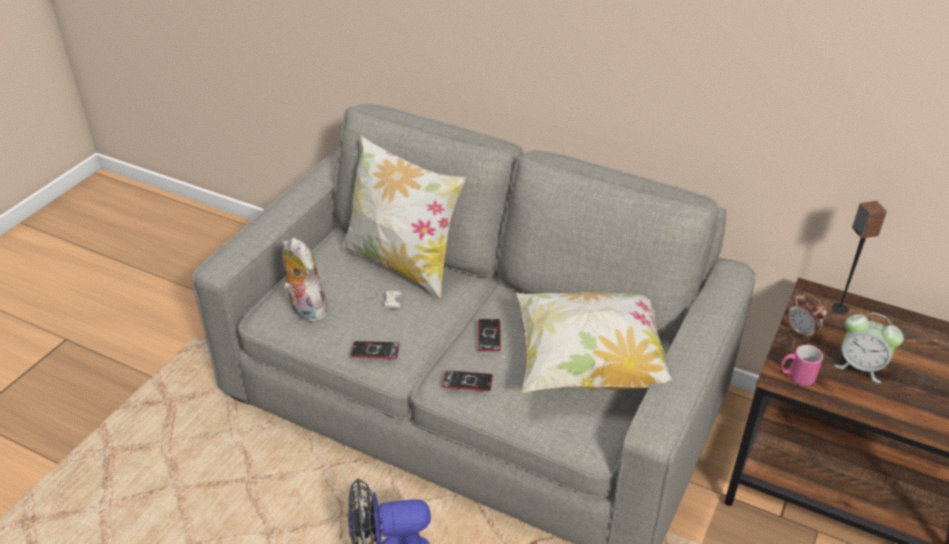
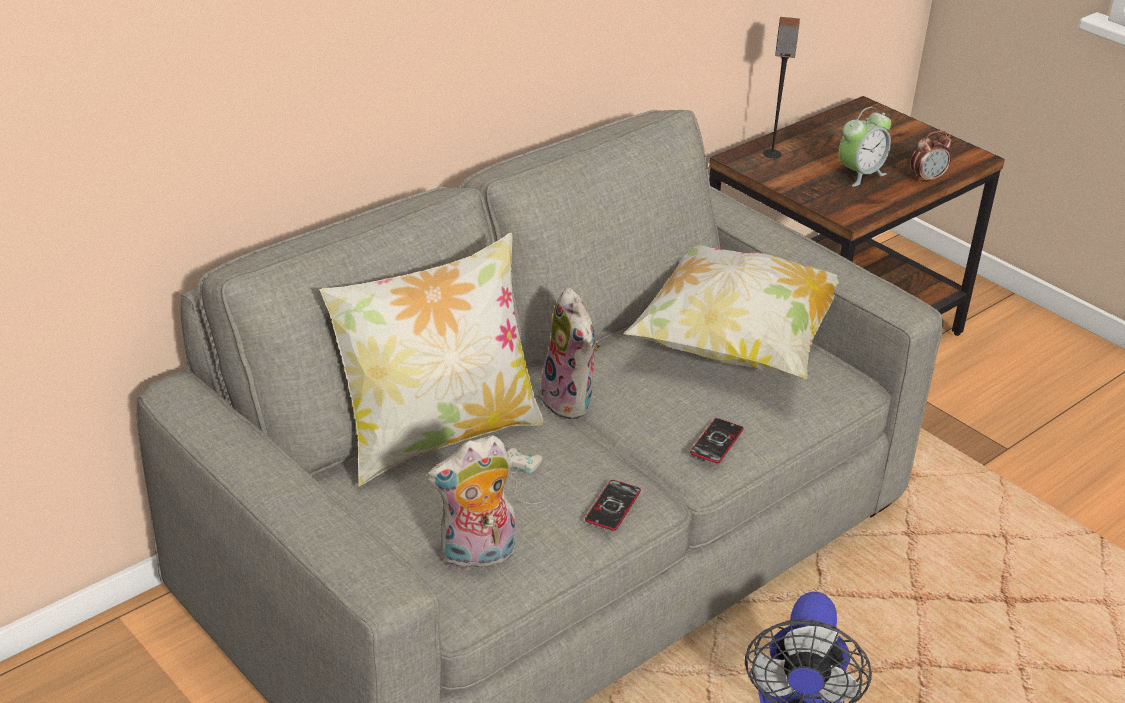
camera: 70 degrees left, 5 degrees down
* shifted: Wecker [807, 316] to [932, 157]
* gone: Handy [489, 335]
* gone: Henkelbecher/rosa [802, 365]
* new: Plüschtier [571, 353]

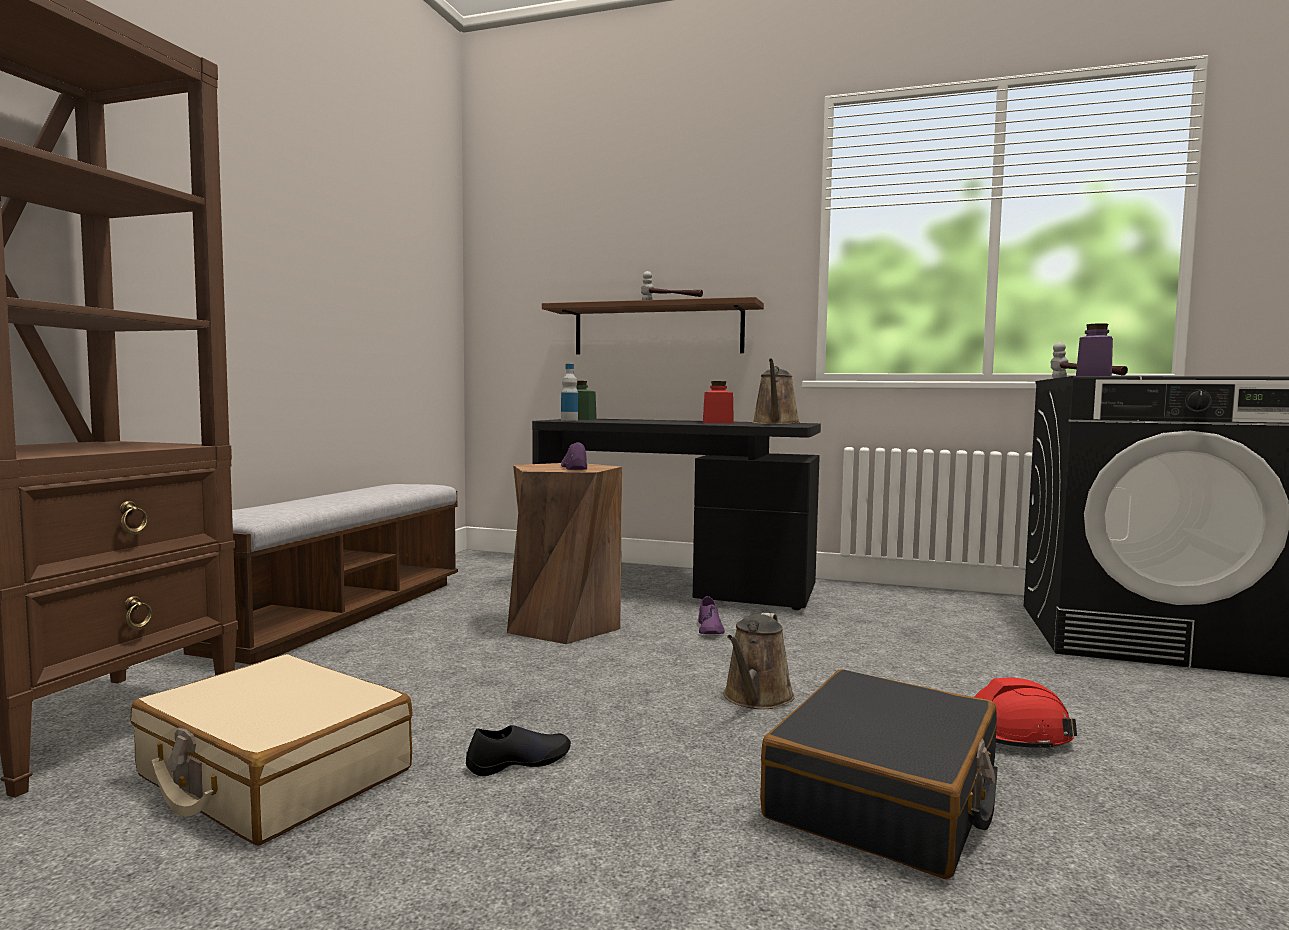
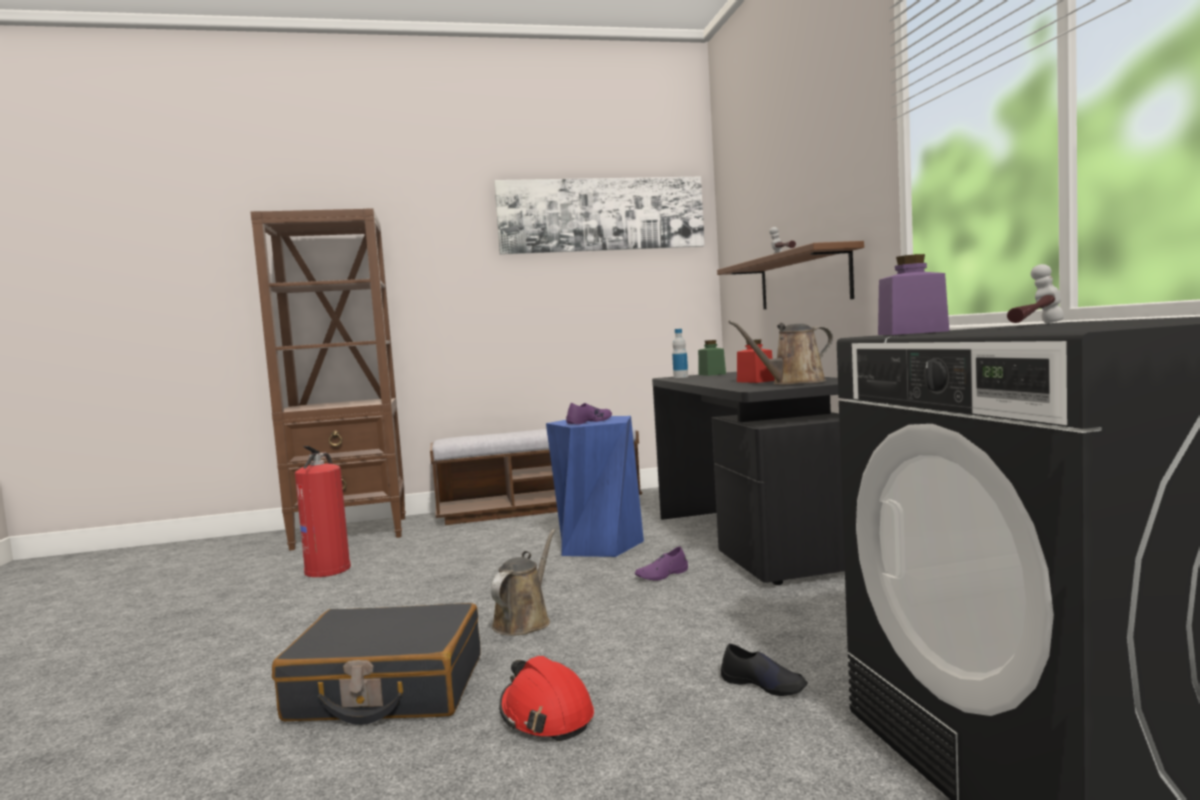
camera: 60 degrees right, 0 degrees up
* repainted: Hocker/braun [565, 553] to Hocker/blau [595, 486]
* rotated: Gießkanne/braun [759, 661] = [523, 582] 120 degrees clockwise
* swapped: Koffer/beige [271, 749] to Feuerlöscher [323, 511]
* shifted: Schuh/schwarz [518, 750] to [764, 669]
* new: Bild [599, 216]

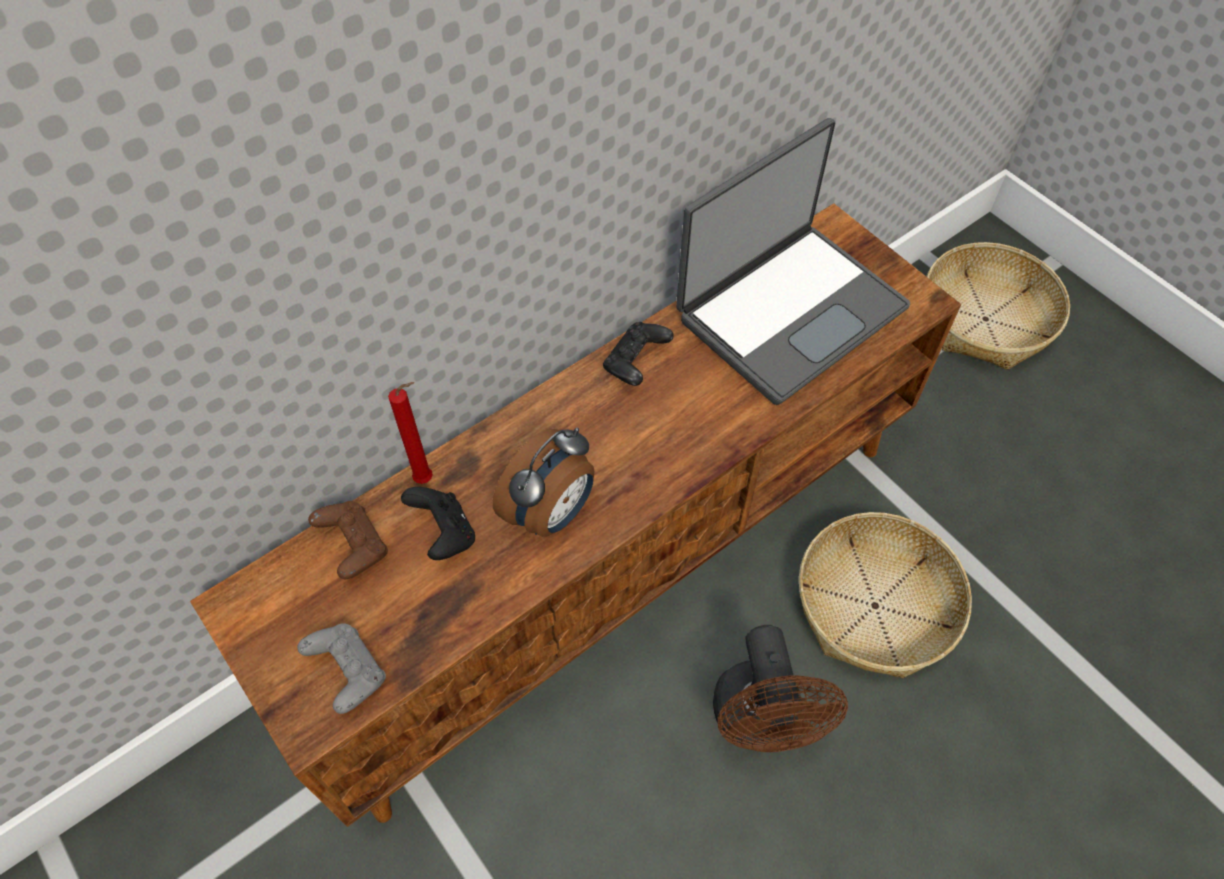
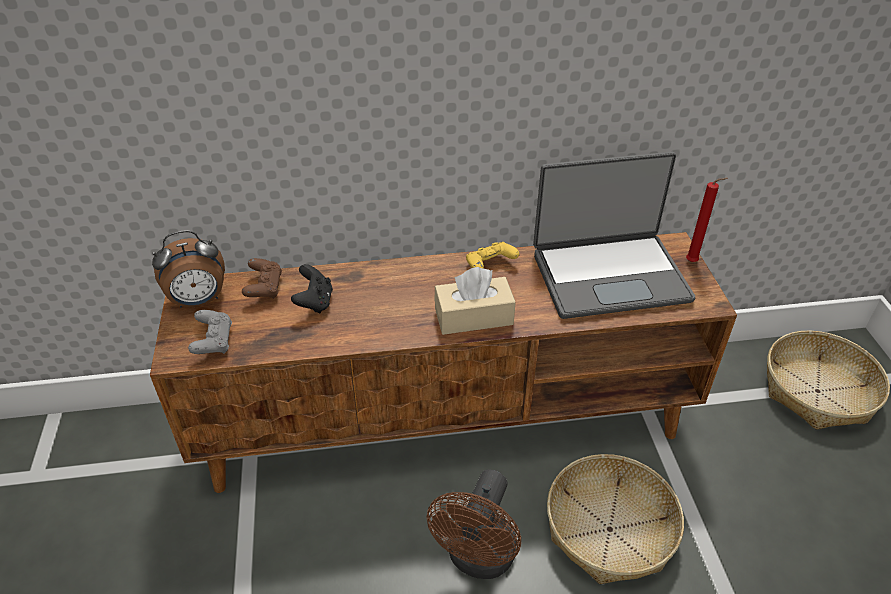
camera: 30 degrees right, 15 degrees down
* repainted: Gamepad/schwarz [638, 354] to Gamepad/gelb [492, 255]
* shifted: Kerze/rot [410, 433] to [707, 220]
* shifted: Wecker [543, 482] to [188, 268]
* new: Taschentuchbox/beige [475, 301]

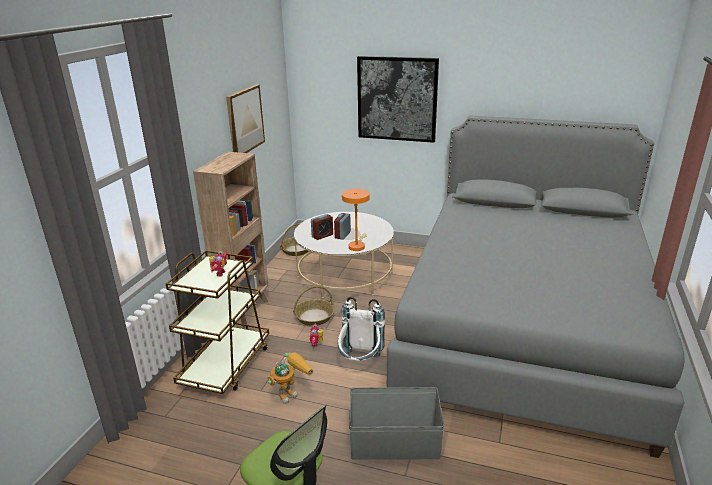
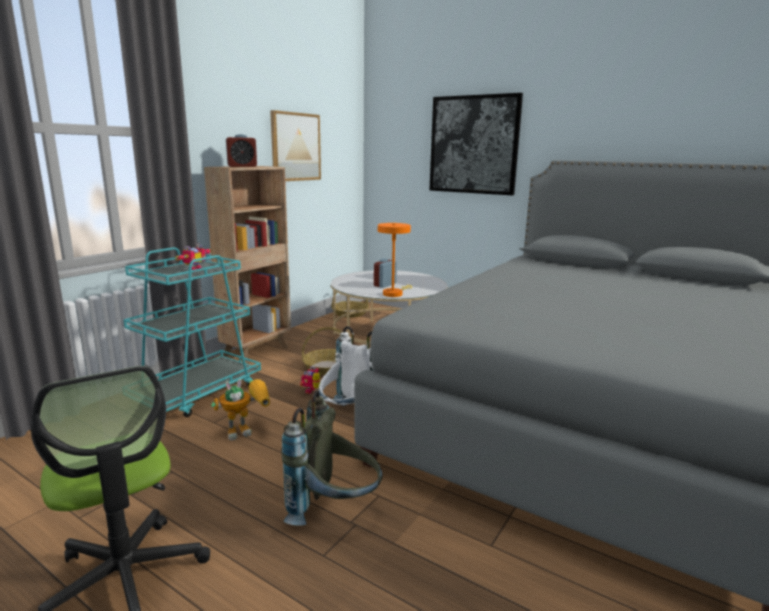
camera: 15 degrees right, 10 degrees down
* shifted: Wecker [322, 227] to [241, 150]
* repainted: Rollwagen/braun [217, 322] to Rollwagen/türkis [192, 332]
* swapped: Aufbewahrungsbox/grau [396, 423] to Rucksack/grau [332, 458]

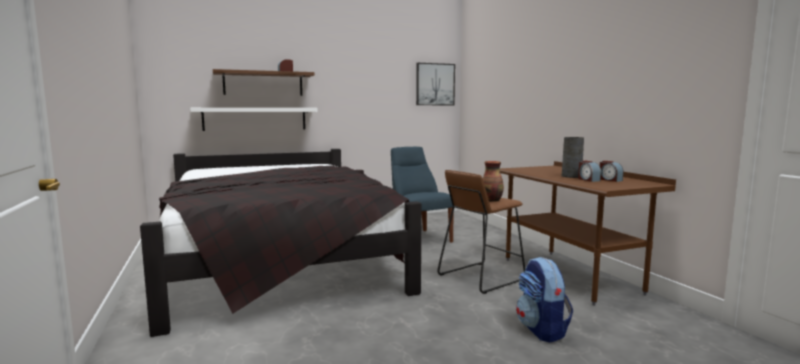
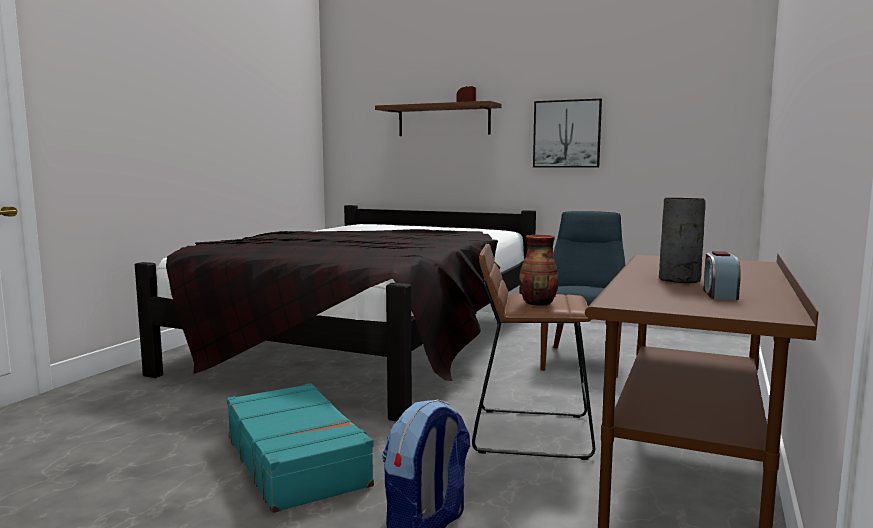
camera: 45 degrees right, 0 degrees up
* shifted: Bild [435, 84] to [567, 133]
* gone: Wandregal/weiß [254, 119]
* gone: Wecker [589, 171]
* new: Koffer/türkis [300, 448]

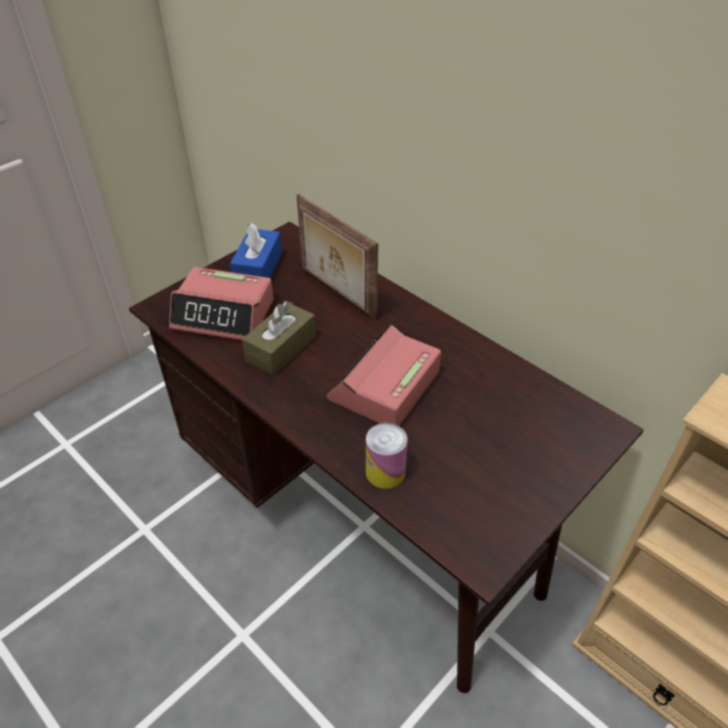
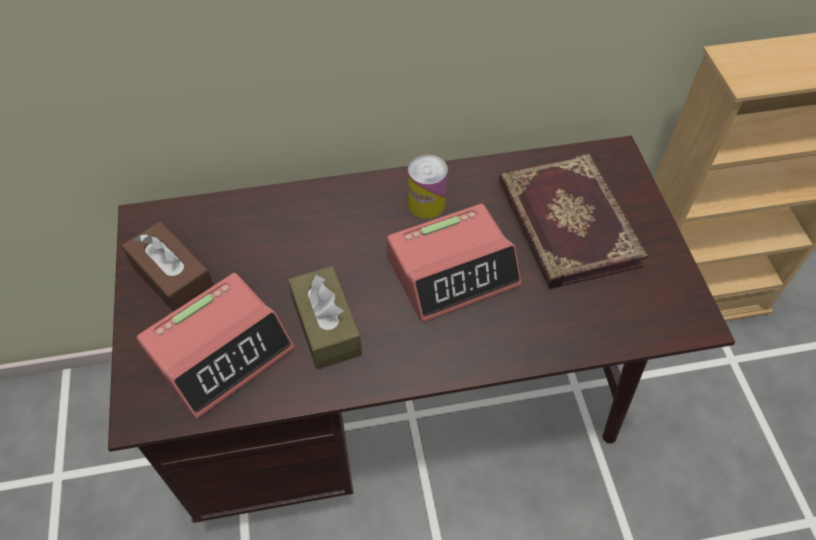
camera: 55 degrees left, 10 degrees up
* gone: Bilderrahmen [337, 257]
* repainted: Taschentuchbox/blau [256, 250] to Taschentuchbox/braun [168, 266]
* rotated: Wecker [384, 375] = [454, 263] 90 degrees counterclockwise
* shifted: Dose [387, 456] to [427, 187]
* new: Buch [573, 221]

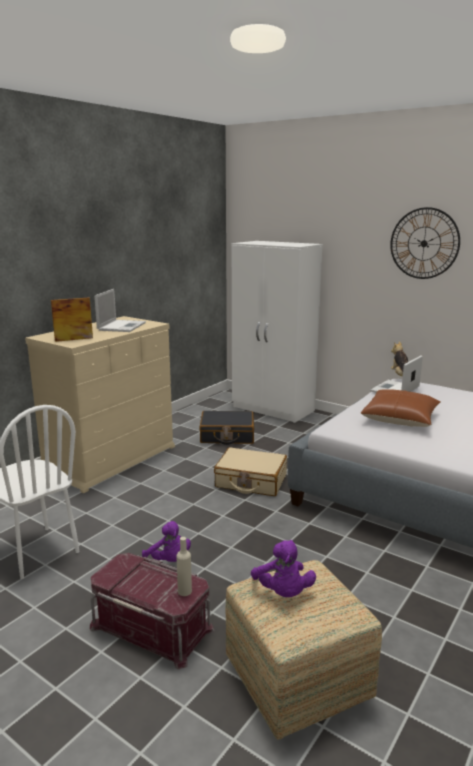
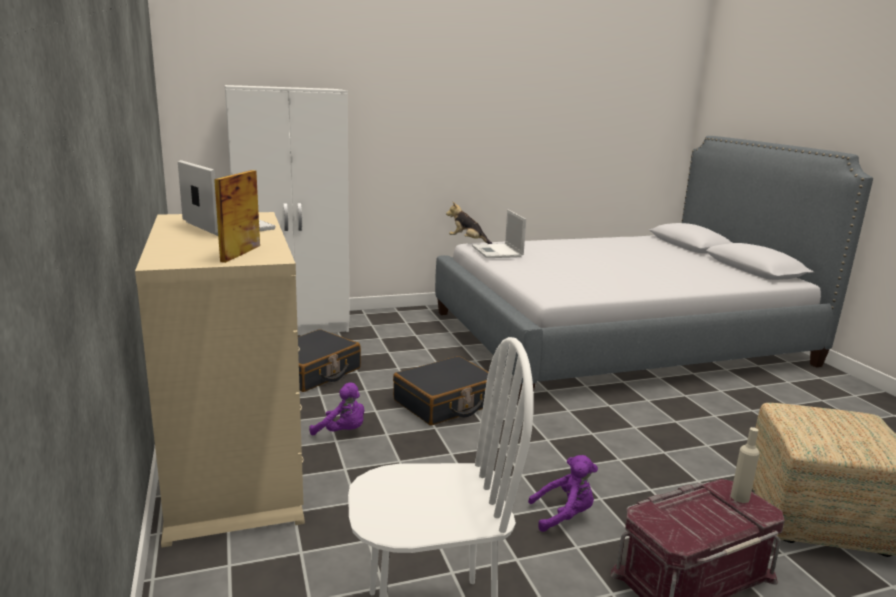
camera: 55 degrees left, 0 degrees up
* gone: Wanduhr [425, 243]
* gone: Kissen/braun [401, 408]
* repainted: Koffer/beige [250, 471] to Koffer/schwarz [444, 390]
* shifted: Plüschtier/lila [283, 568] to [336, 409]

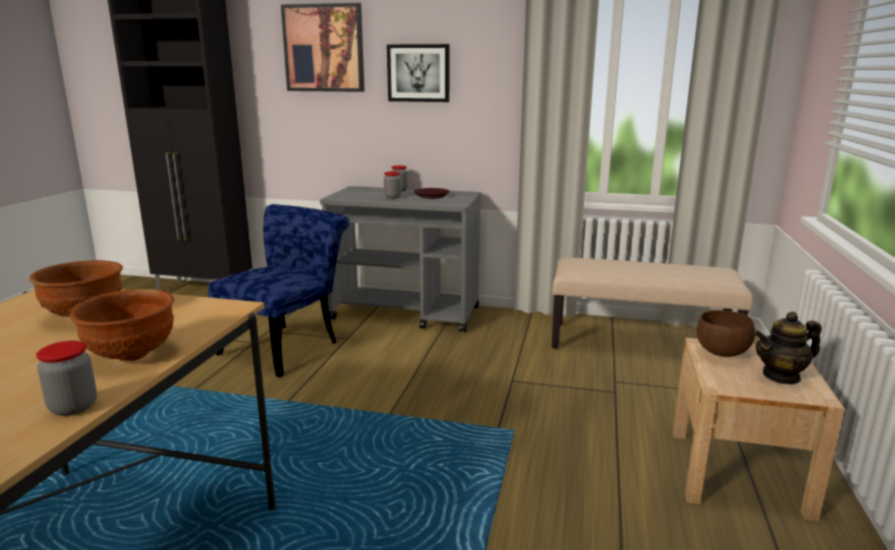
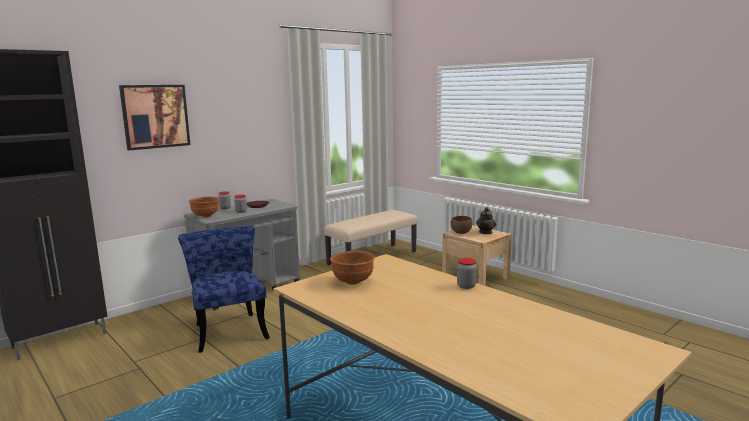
camera: 55 degrees left, 5 degrees down
* gone: Bild [418, 73]
* shifted: Schüssel/braun [121, 325] to [204, 207]

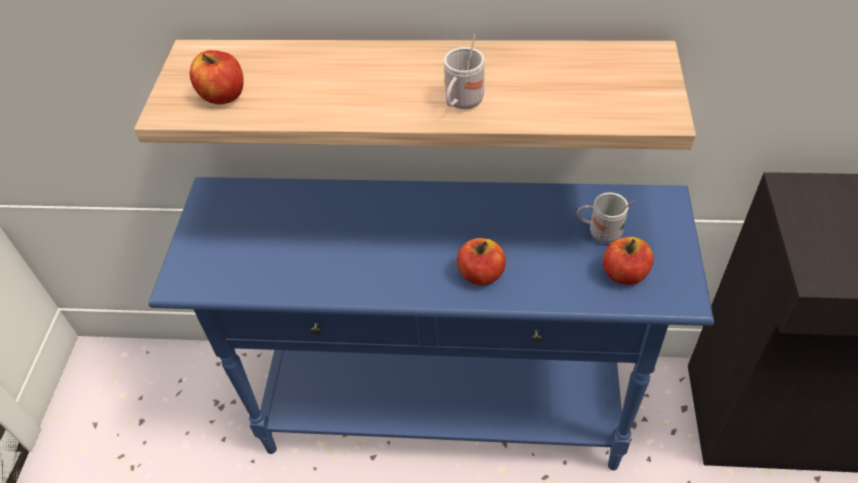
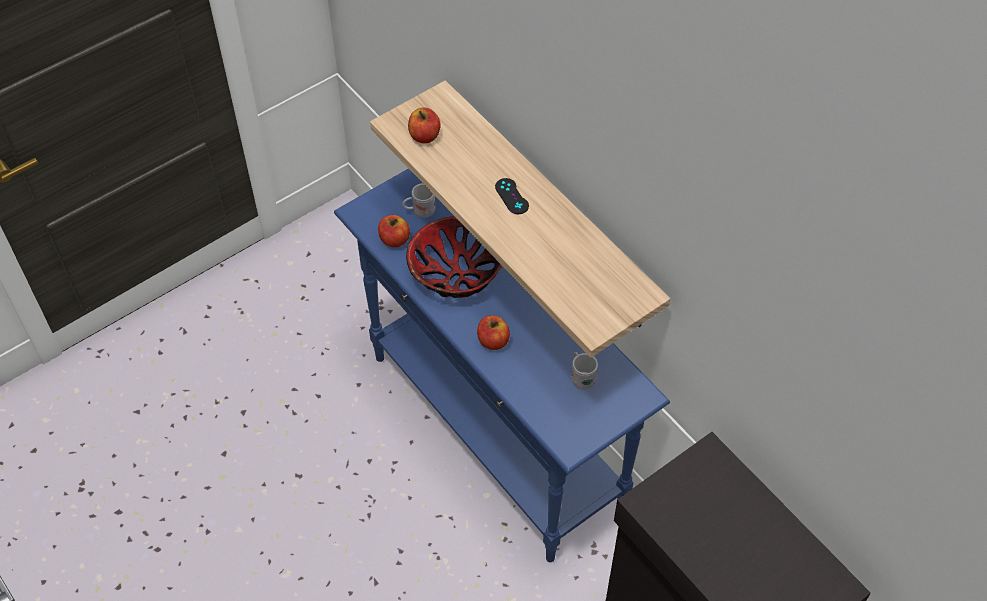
camera: 45 degrees right, 5 degrees up
* shifted: Henkelbecher/weiß [464, 71] to [419, 200]
* shifted: Apfel [628, 261] to [394, 231]
* new: Gamepad/schwarz [512, 196]
* new: Schüssel [454, 257]

